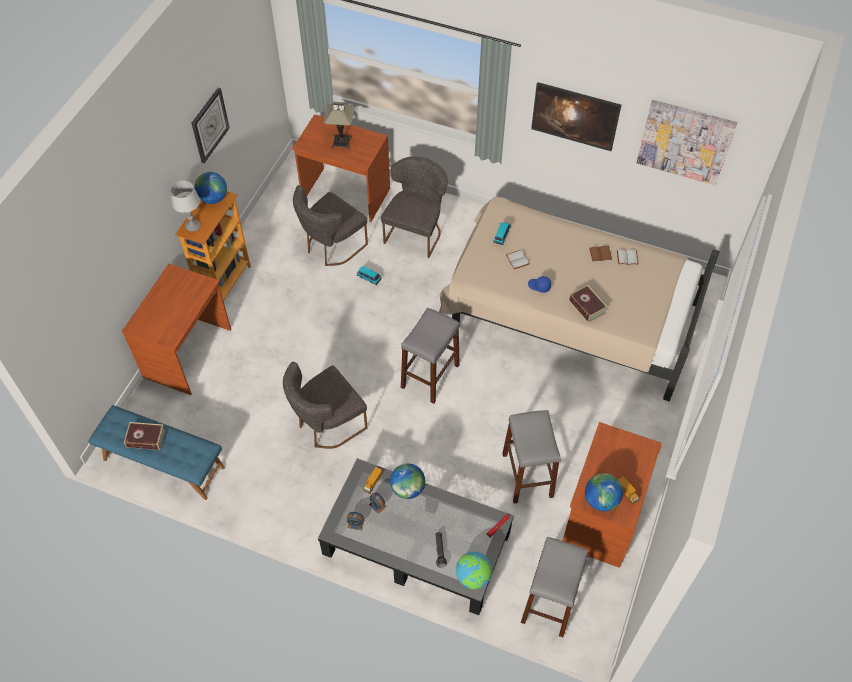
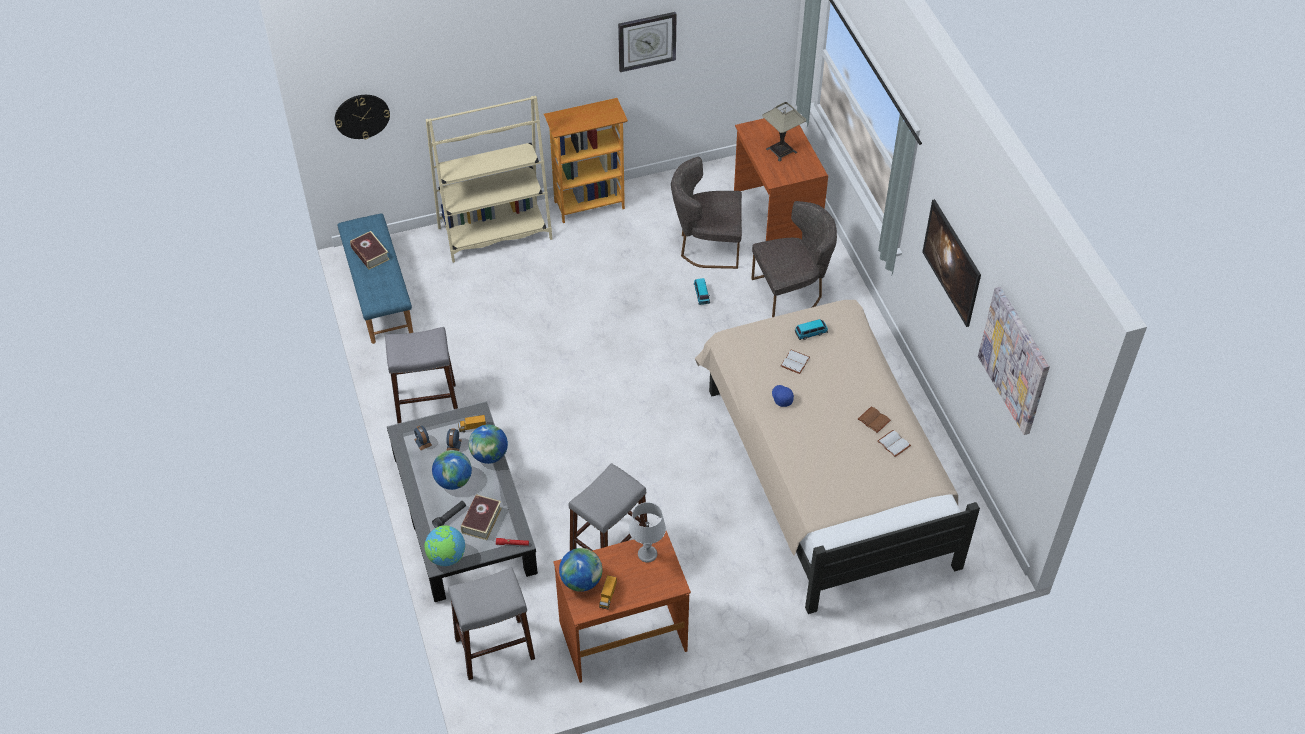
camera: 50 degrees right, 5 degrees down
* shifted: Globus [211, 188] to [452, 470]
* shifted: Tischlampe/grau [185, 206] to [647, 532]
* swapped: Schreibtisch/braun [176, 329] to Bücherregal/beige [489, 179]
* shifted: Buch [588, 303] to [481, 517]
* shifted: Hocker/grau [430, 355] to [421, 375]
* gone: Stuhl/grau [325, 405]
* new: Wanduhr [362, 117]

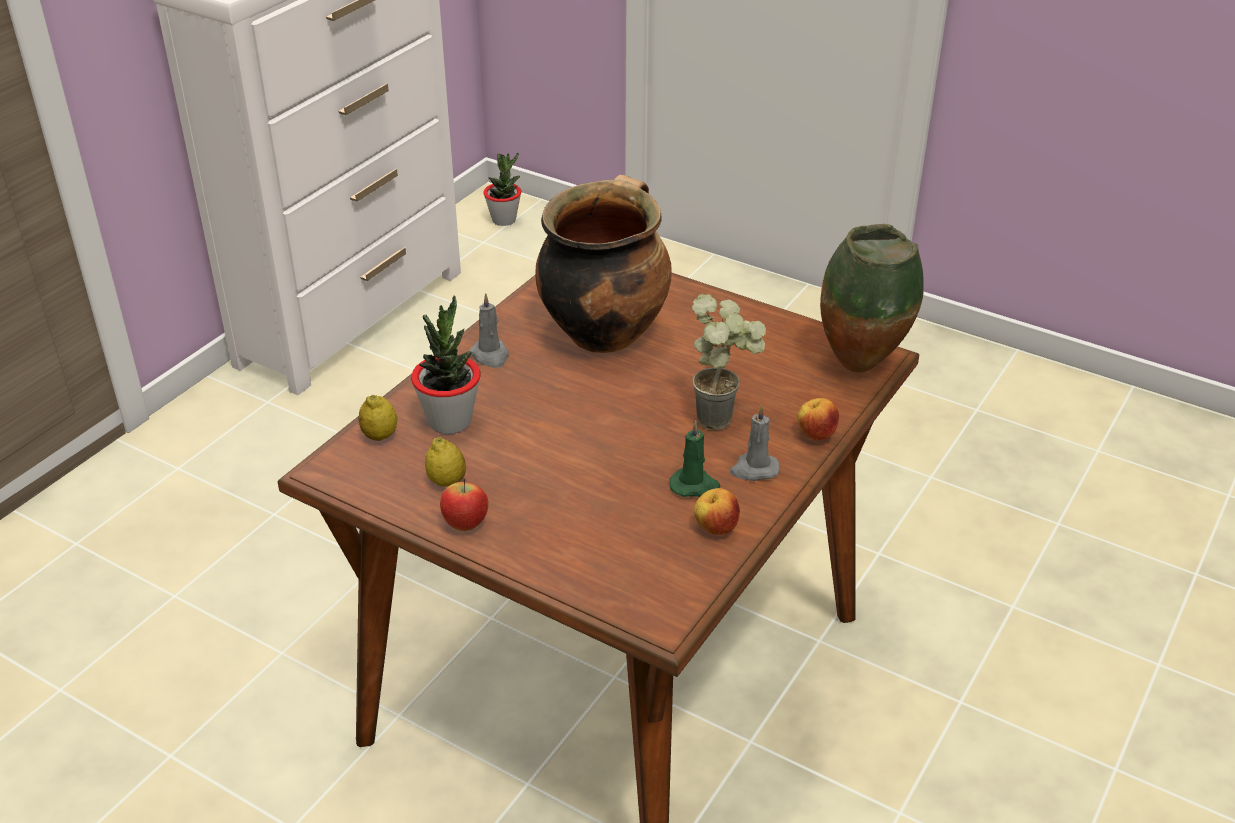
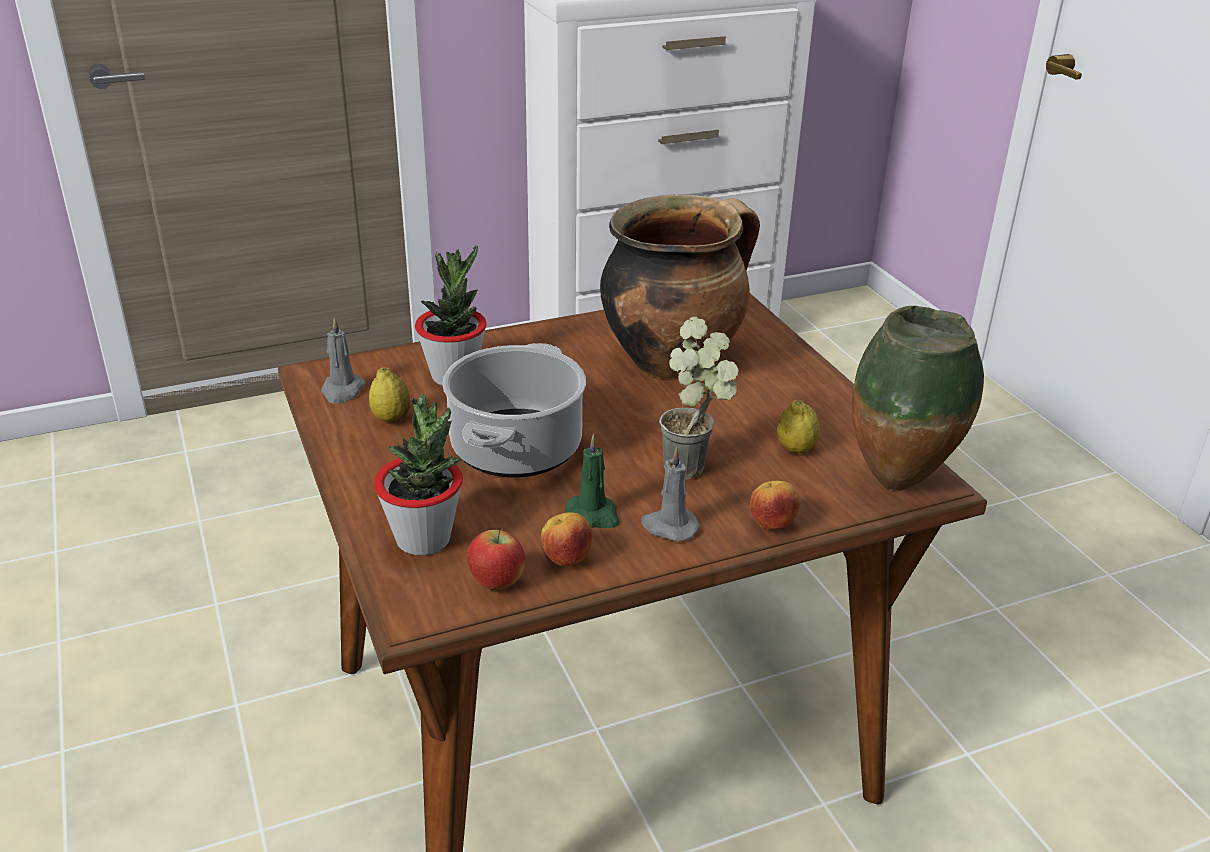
camera: 35 degrees right, 5 degrees down
* shifted: Topfpflanze [502, 189] to [418, 474]
* shifted: Kerze/grau [489, 330] to [343, 360]
* shifted: Zitrone [377, 418] to [798, 426]
* shifted: Apfel [464, 504] to [496, 558]
* new: Kochtopf [514, 410]

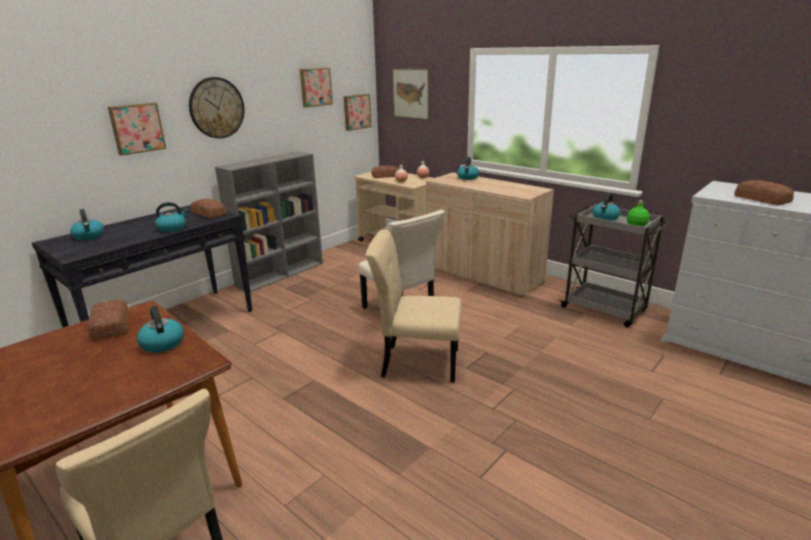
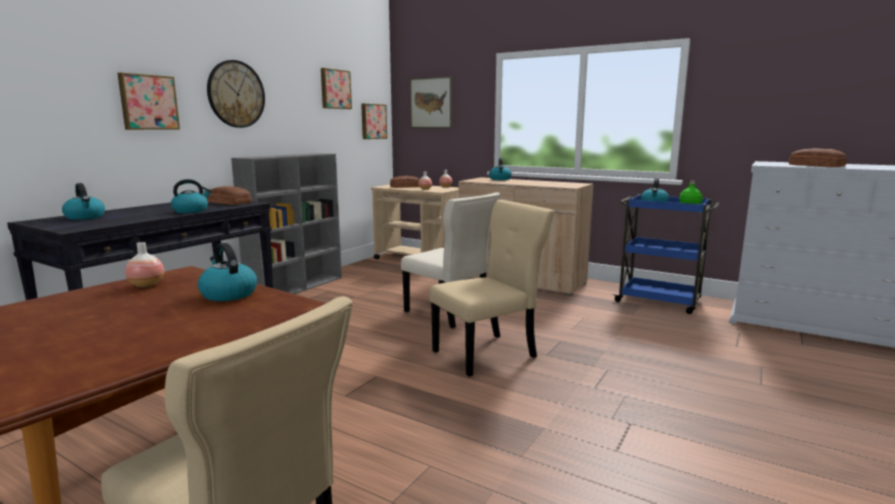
camera: 10 degrees left, 10 degrees down
* repainted: Rollwagen/grau [614, 266] to Rollwagen/blau [666, 254]
* rotated: Stuhl/beige [414, 305] = [491, 288] 150 degrees clockwise
* swapped: Brot [108, 320] to Vase [144, 264]

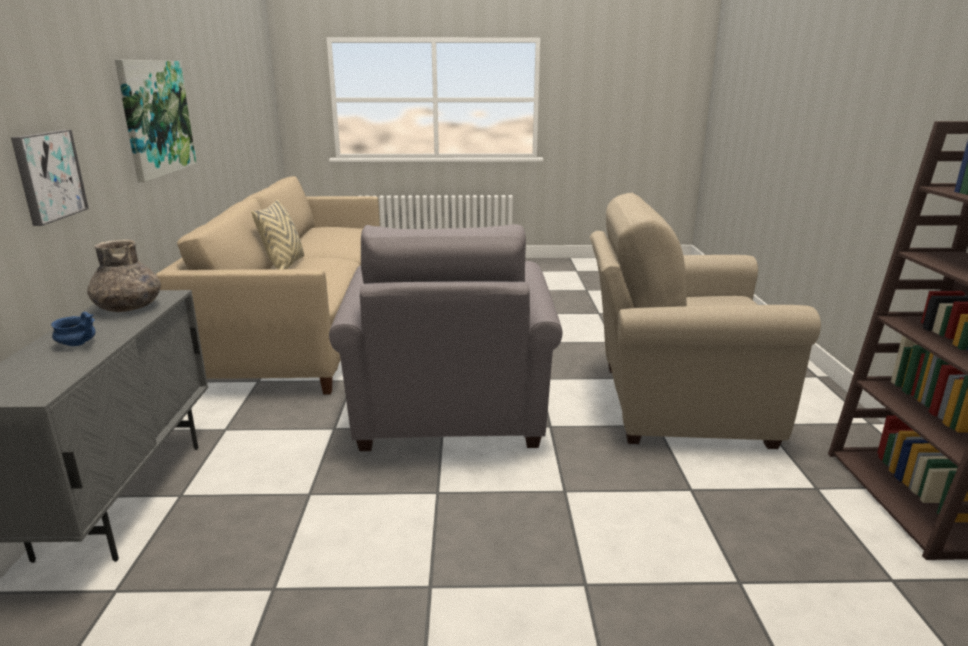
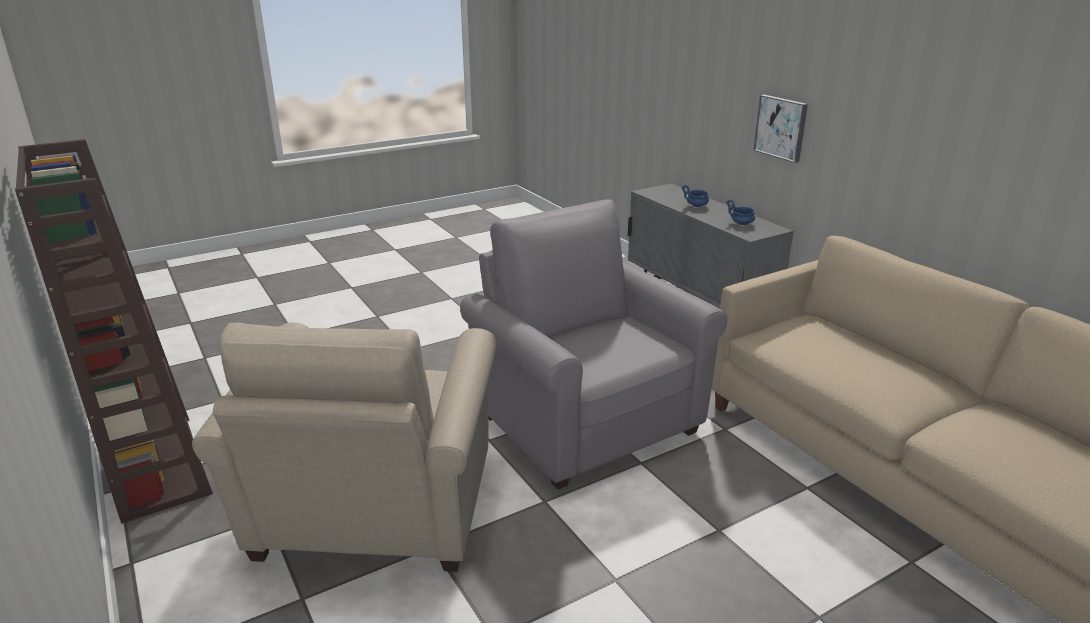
camera: 150 degrees right, 5 degrees up
* gone: Bild [156, 121]
* rotated: Sessel/beige [705, 320] = [344, 447] 120 degrees clockwise
* gone: Kissen/beige [277, 234]
* swapped: Vase/grau [124, 275] to Schüssel/blau [740, 212]

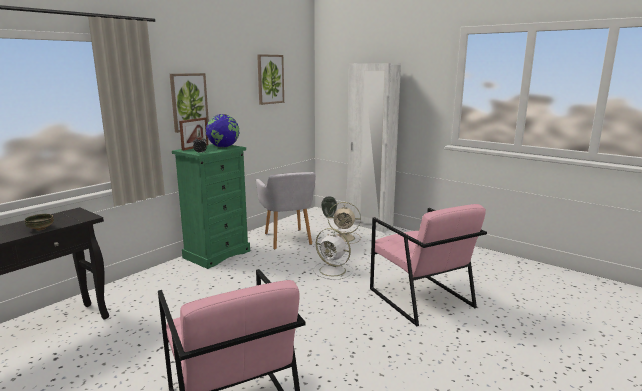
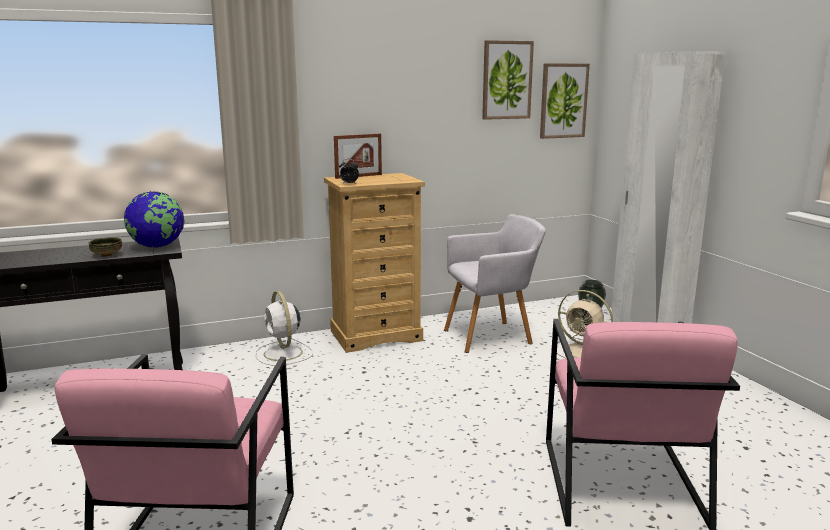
camera: 30 degrees right, 0 degrees up
* shifted: Bild [189, 103] to [565, 101]
* shifted: Globus [222, 130] to [154, 219]
* repainted: Kommode/grün [211, 206] to Kommode/beige [374, 263]
* rotated: Sessel/grau [286, 210] = [495, 283] 120 degrees counterclockwise
* shifted: Ventilator/weiß [333, 254] to [284, 328]

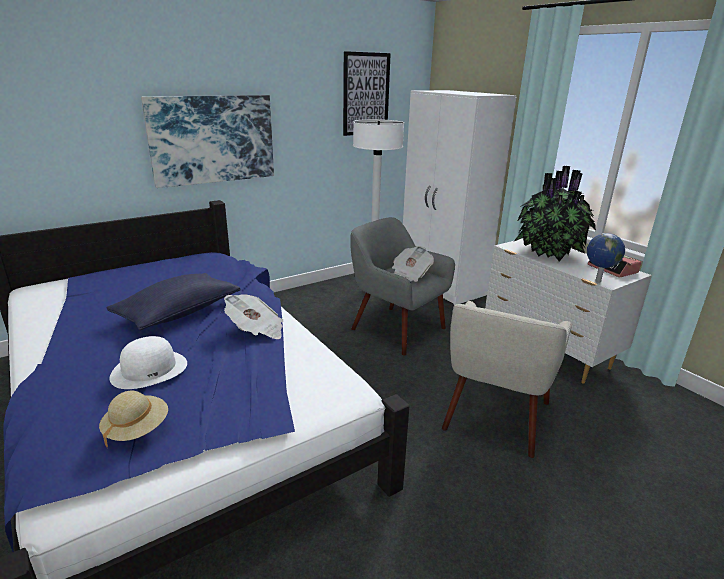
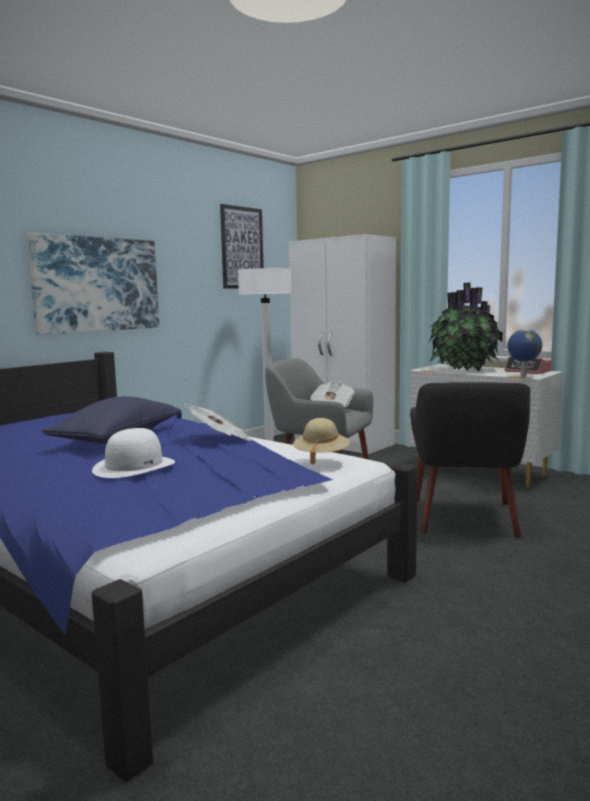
camera: 15 degrees left, 15 degrees down
* repainted: Sessel/beige [506, 379] to Sessel/schwarz [470, 460]
* shifted: Hut/beige [133, 419] to [321, 441]

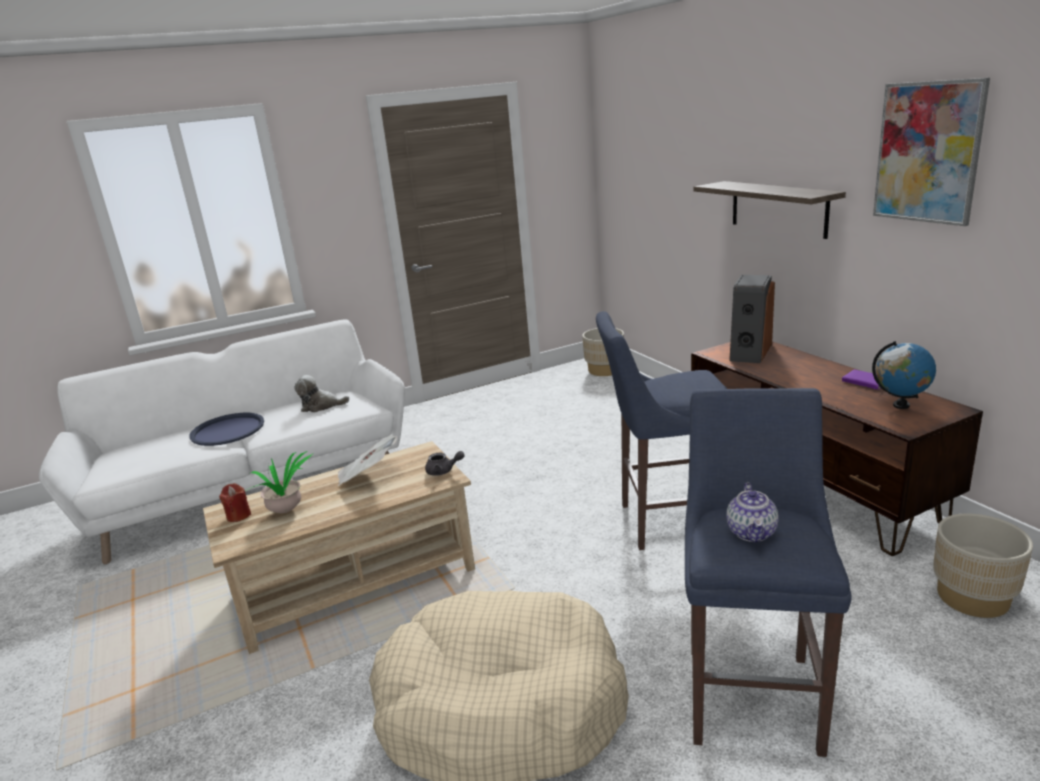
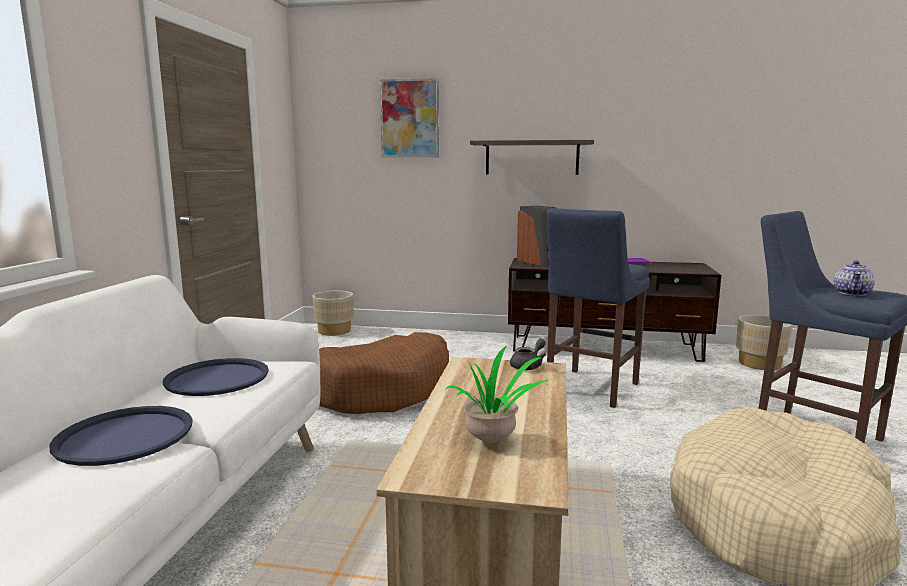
camera: 55 degrees left, 10 degrees down
* shifted: Bild [931, 152] to [409, 118]
* gone: Globus [904, 375]
* swapped: Plüschtier [321, 393] to Tablett/blau [216, 377]
* gone: Zeitung [367, 460]
* gone: Kerze/rot [235, 502]
* rotated: Teekanne [753, 512] = [854, 278] 75 degrees clockwise
* new: Hundebett/braun [384, 373]

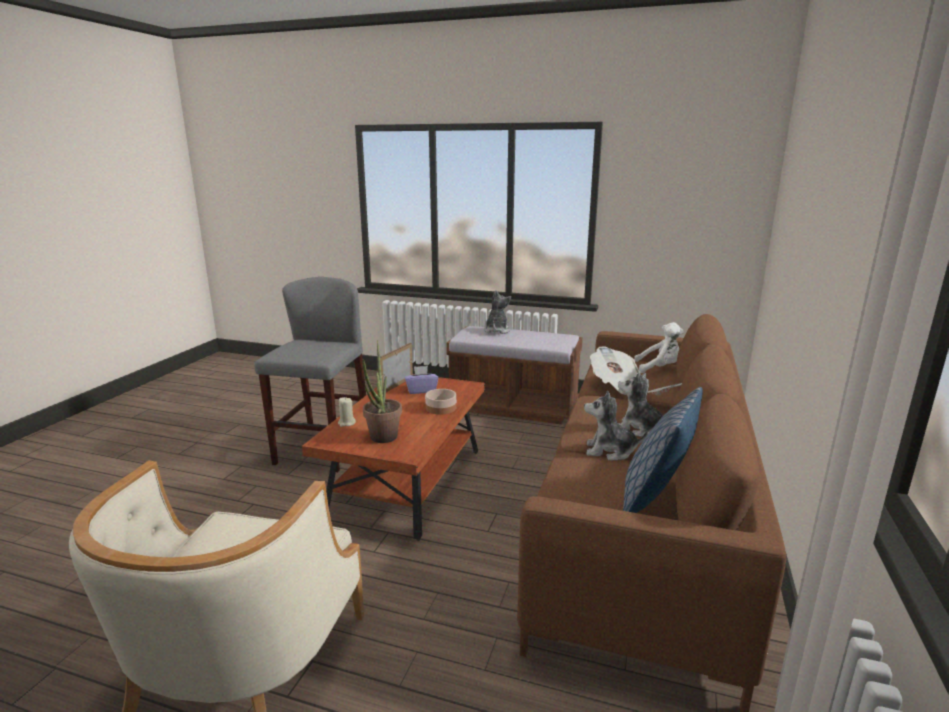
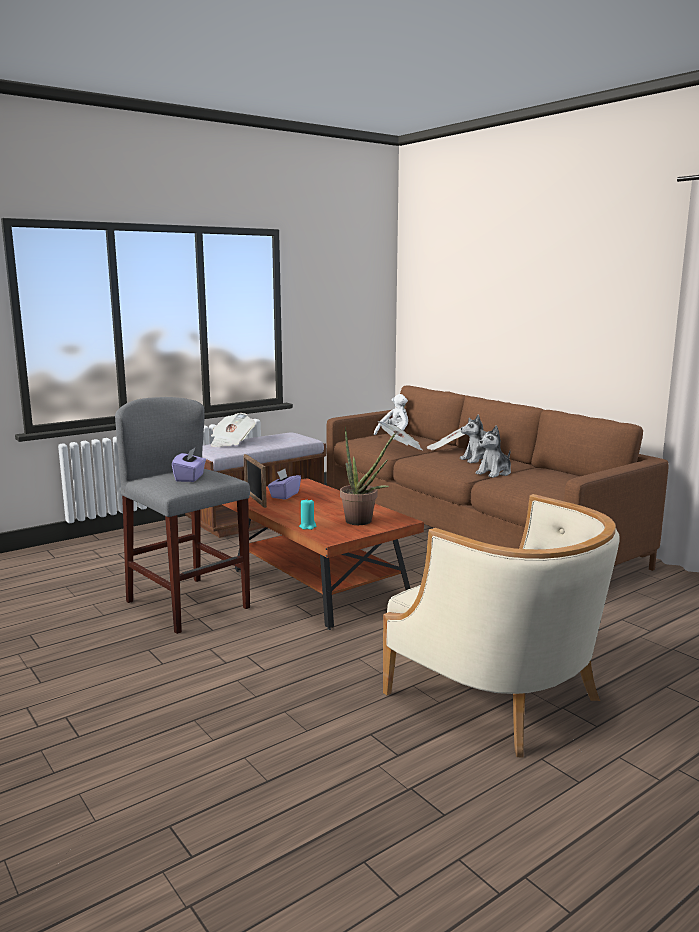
camera: 55 degrees left, 5 degrees down
* swapped: Plüschtier [497, 312] to Zeitung [233, 430]
* gone: Kissen [663, 450]
* gone: Schüssel [440, 402]
* repainted: Kerze/beige [347, 412] to Kerze/türkis [307, 514]
* new: Taschentuchbox/lila [189, 464]

